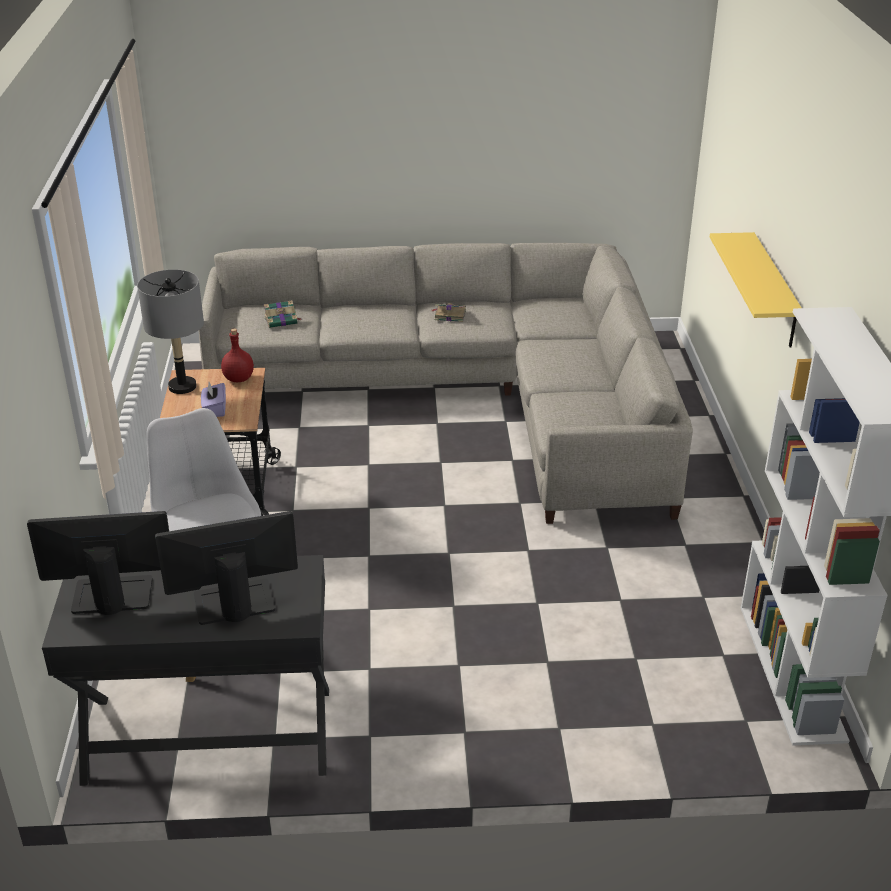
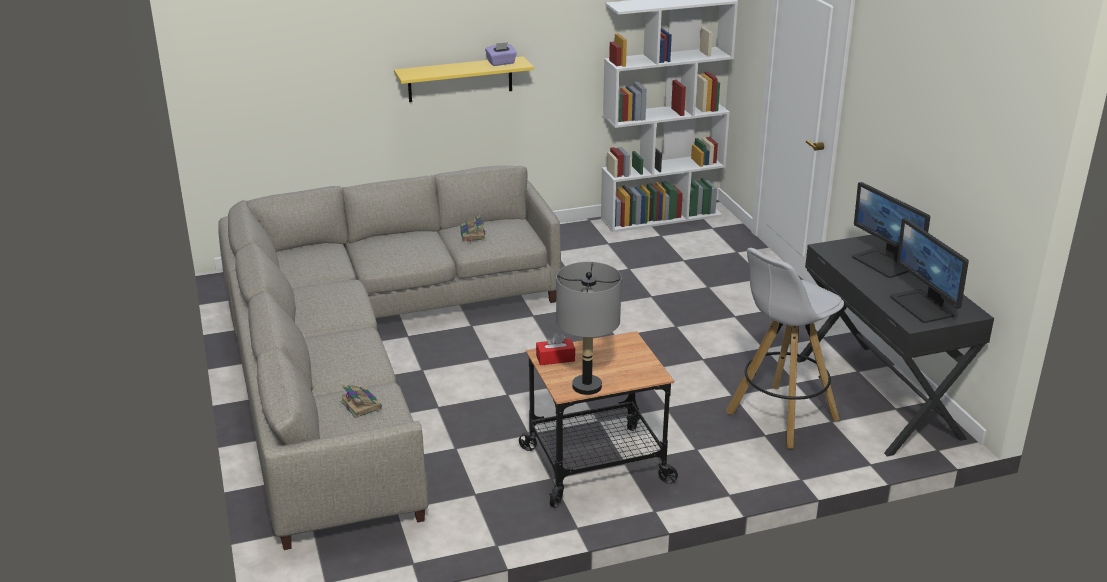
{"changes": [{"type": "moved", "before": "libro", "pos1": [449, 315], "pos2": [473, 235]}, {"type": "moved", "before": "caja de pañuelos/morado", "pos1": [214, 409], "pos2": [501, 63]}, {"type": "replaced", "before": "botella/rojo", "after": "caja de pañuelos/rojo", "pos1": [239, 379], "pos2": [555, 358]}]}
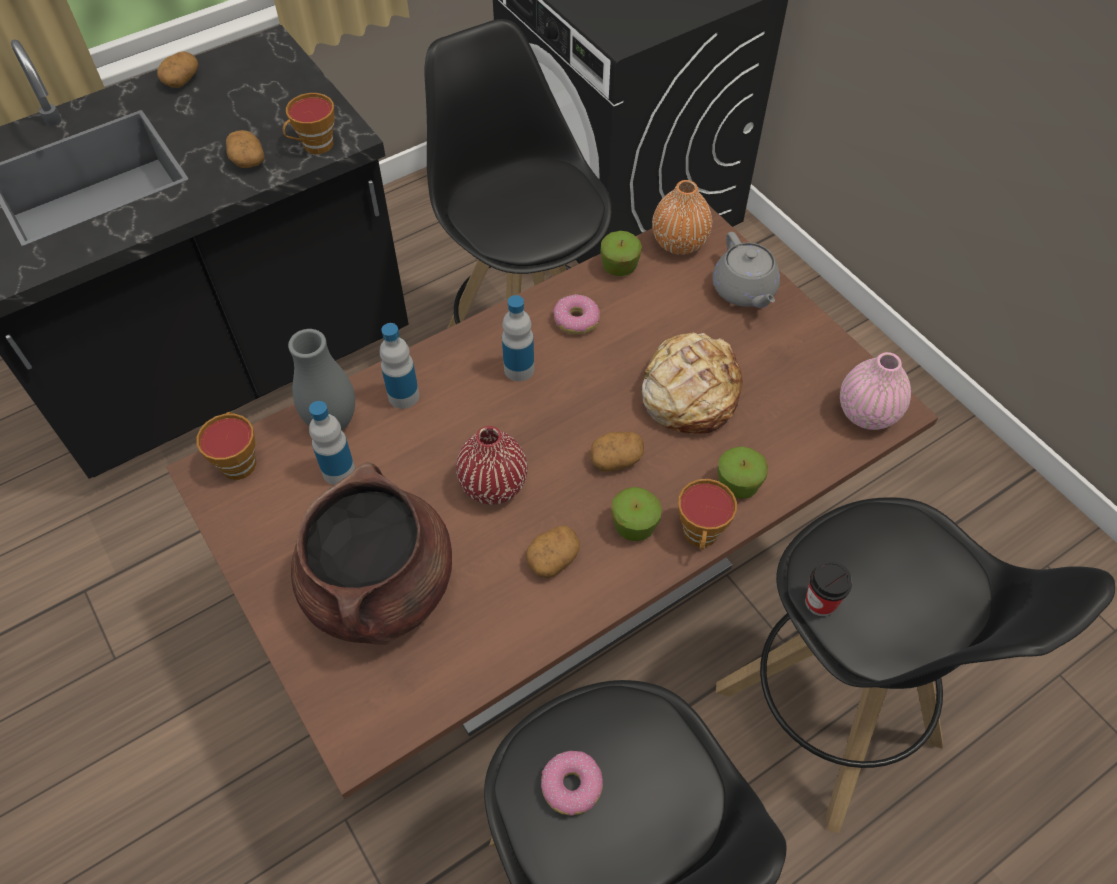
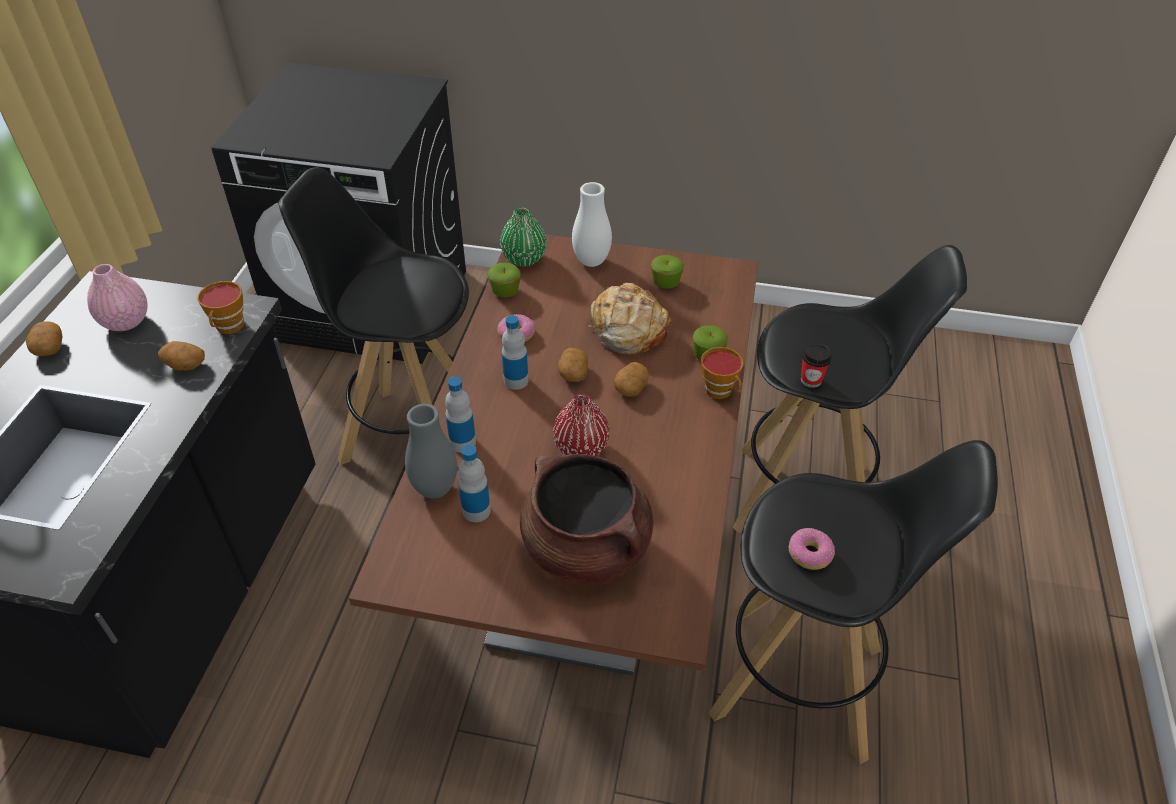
{"changes": [{"type": "moved", "before": "florero/rosa", "pos1": [867, 413], "pos2": [126, 322]}, {"type": "recoloured", "before": "florero/naranja", "after": "florero/verde", "pos1": [679, 243], "pos2": [524, 259]}, {"type": "moved", "before": "patata", "pos1": [553, 558], "pos2": [573, 373]}, {"type": "replaced", "before": "tetera/gris", "after": "florero/blanco", "pos1": [744, 291], "pos2": [591, 261]}, {"type": "moved", "before": "manzana", "pos1": [634, 526], "pos2": [665, 283]}, {"type": "removed", "before": "taza", "pos1": [238, 461]}]}
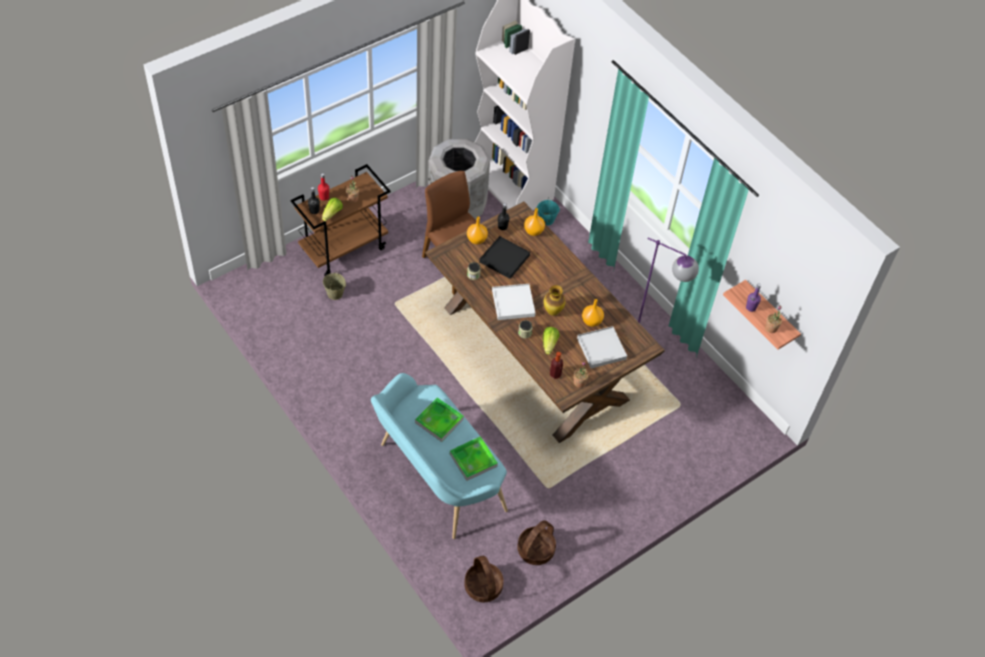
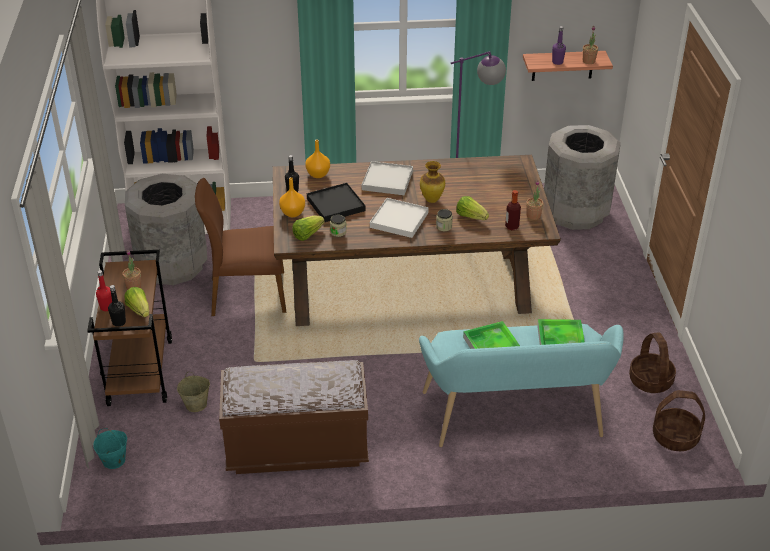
{"changes": [{"type": "moved", "before": "cubo/turquesa", "pos1": [546, 220], "pos2": [113, 461]}, {"type": "added", "after": "banco/marrón", "pos2": [297, 448]}, {"type": "added", "after": "lechuga", "pos2": [307, 234]}, {"type": "moved", "before": "bandeja/blanco", "pos1": [601, 349], "pos2": [387, 180]}, {"type": "added", "after": "papelera/gris", "pos2": [576, 212]}, {"type": "removed", "before": "florero/naranja", "pos1": [591, 322]}]}
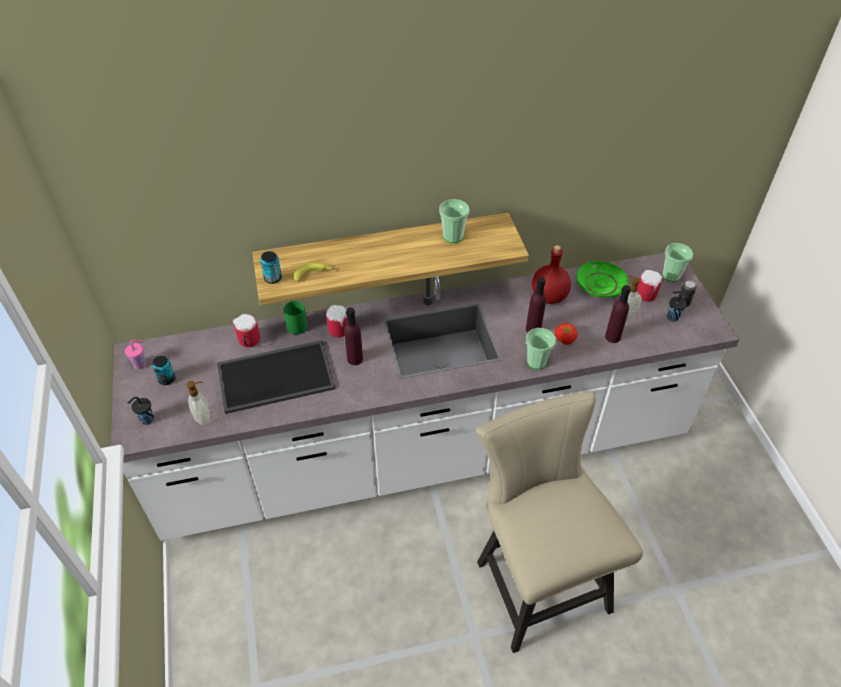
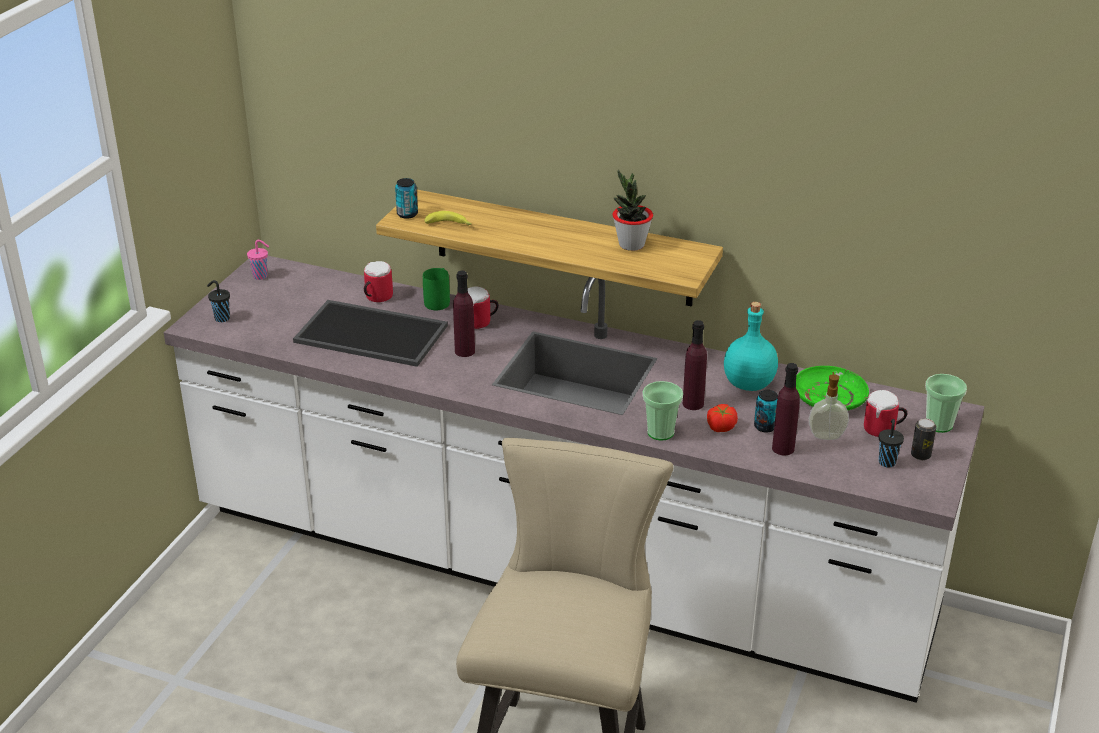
{"changes": [{"type": "replaced", "before": "taza", "after": "planta en maceta", "pos1": [453, 236], "pos2": [631, 244]}, {"type": "recoloured", "before": "botella/rojo", "after": "botella/turquesa", "pos1": [548, 297], "pos2": [748, 383]}, {"type": "moved", "before": "lata", "pos1": [167, 379], "pos2": [765, 426]}, {"type": "removed", "before": "dispensador de jabón", "pos1": [203, 417]}]}
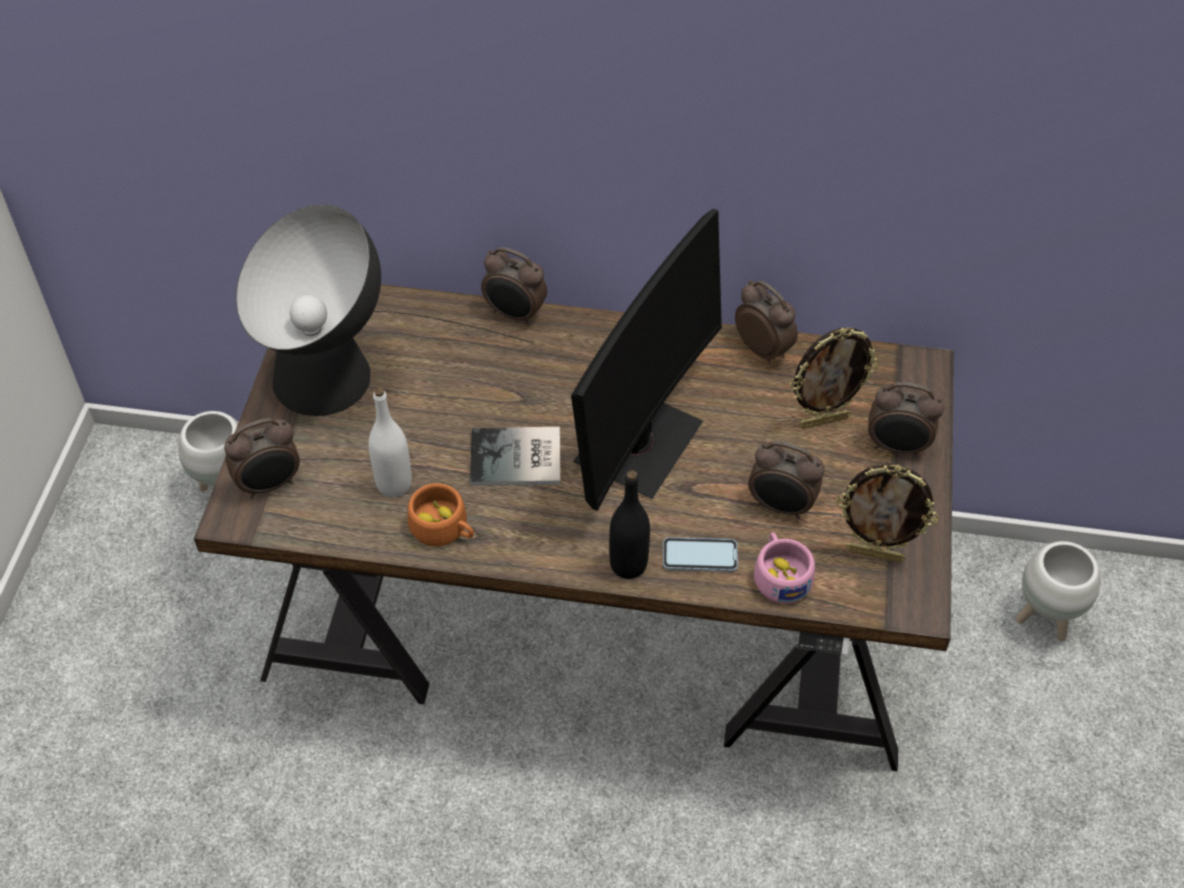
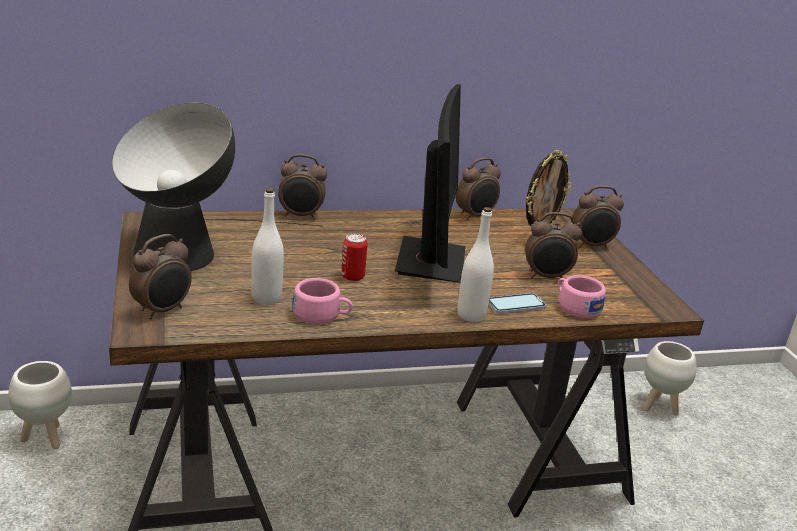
{"changes": [{"type": "recoloured", "before": "taza/naranja", "after": "taza/rosa", "pos1": [444, 529], "pos2": [322, 315]}, {"type": "replaced", "before": "libro", "after": "lata", "pos1": [518, 460], "pos2": [352, 277]}, {"type": "turned", "before": "despertador", "pos1": [763, 349], "pos2": [475, 216], "turn": 120}, {"type": "recoloured", "before": "botella/negro", "after": "botella/blanco", "pos1": [628, 565], "pos2": [471, 315]}, {"type": "removed", "before": "portarretratos", "pos1": [875, 553]}]}
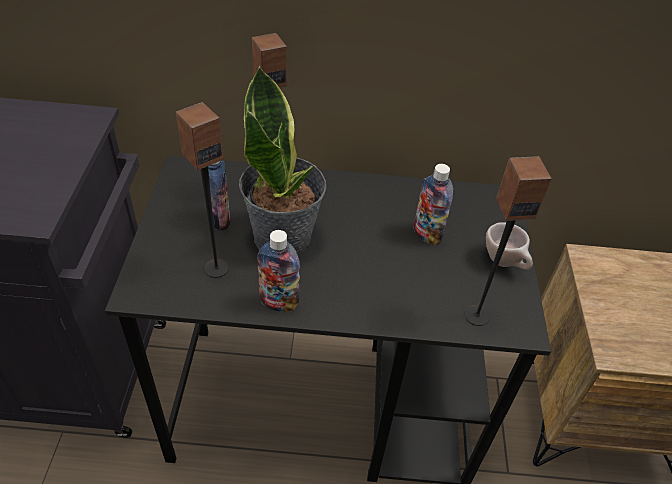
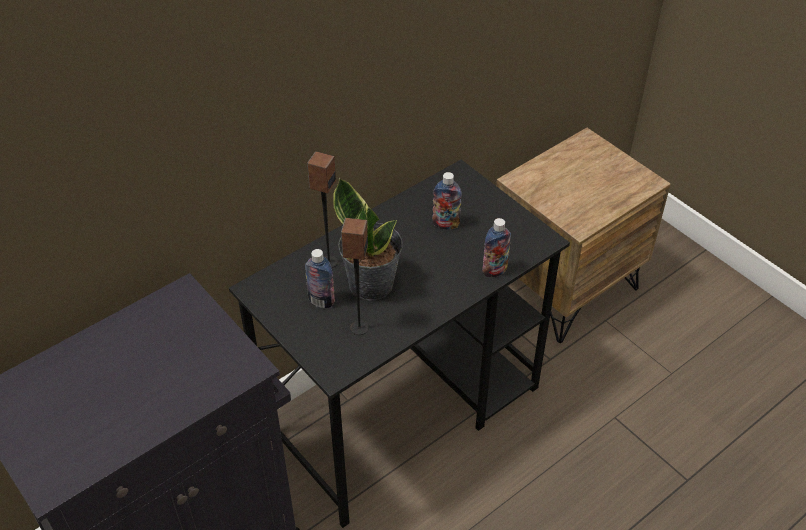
{"changes": [{"type": "moved", "before": "botella", "pos1": [279, 302], "pos2": [494, 270]}, {"type": "removed", "before": "altavoz", "pos1": [476, 315]}, {"type": "removed", "before": "taza/beis", "pos1": [505, 263]}]}
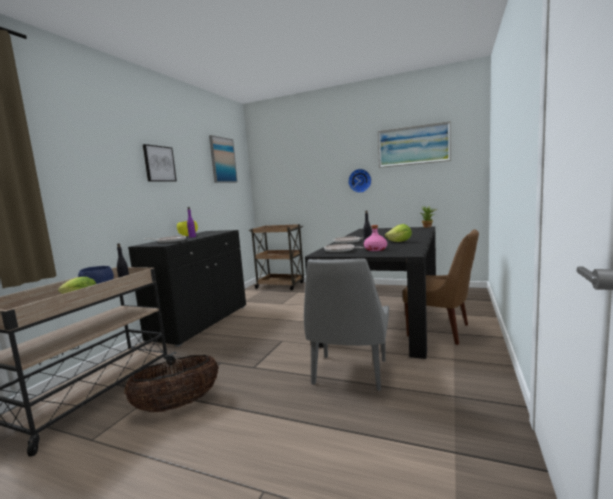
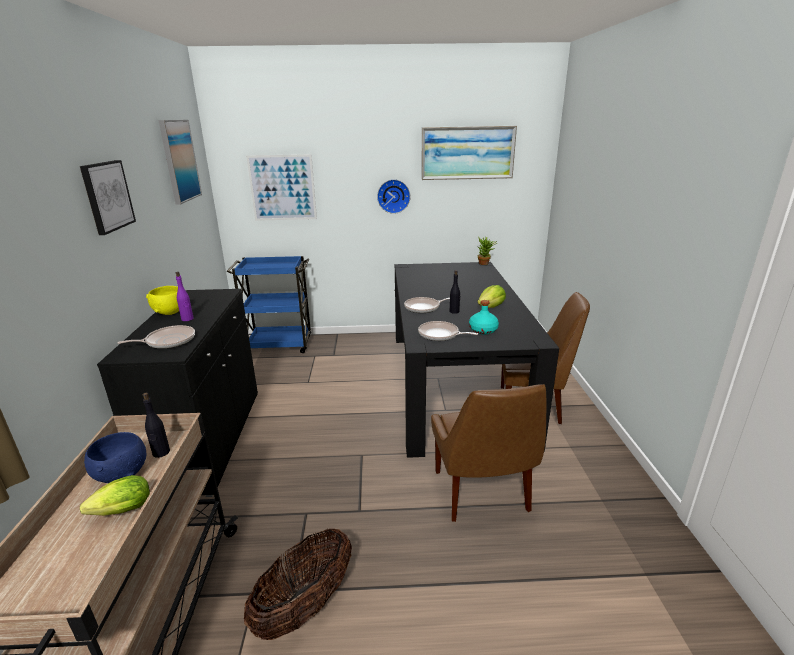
{"changes": [{"type": "recoloured", "before": "carrito/marrón", "after": "carrito/azul", "pos1": [281, 285], "pos2": [280, 345]}, {"type": "added", "after": "cuadro", "pos2": [282, 188]}, {"type": "recoloured", "before": "silla/gris", "after": "silla/marrón", "pos1": [349, 374], "pos2": [482, 493]}, {"type": "recoloured", "before": "botella/rosa", "after": "botella/turquesa", "pos1": [375, 249], "pos2": [483, 330]}]}
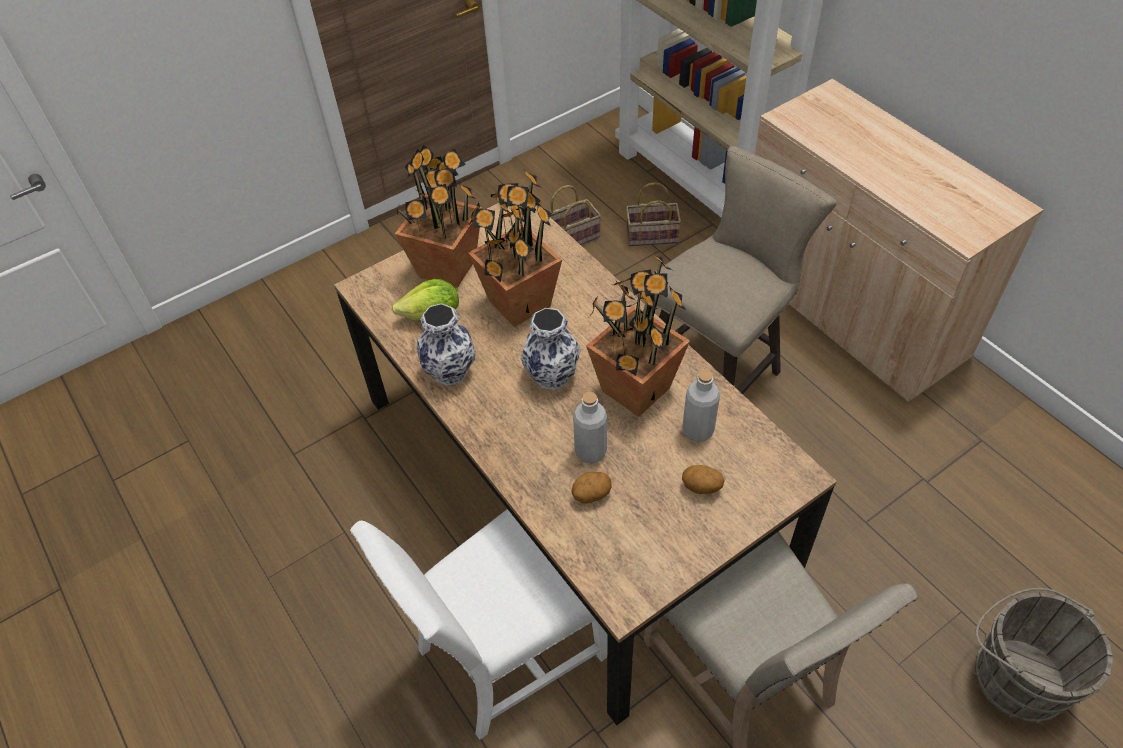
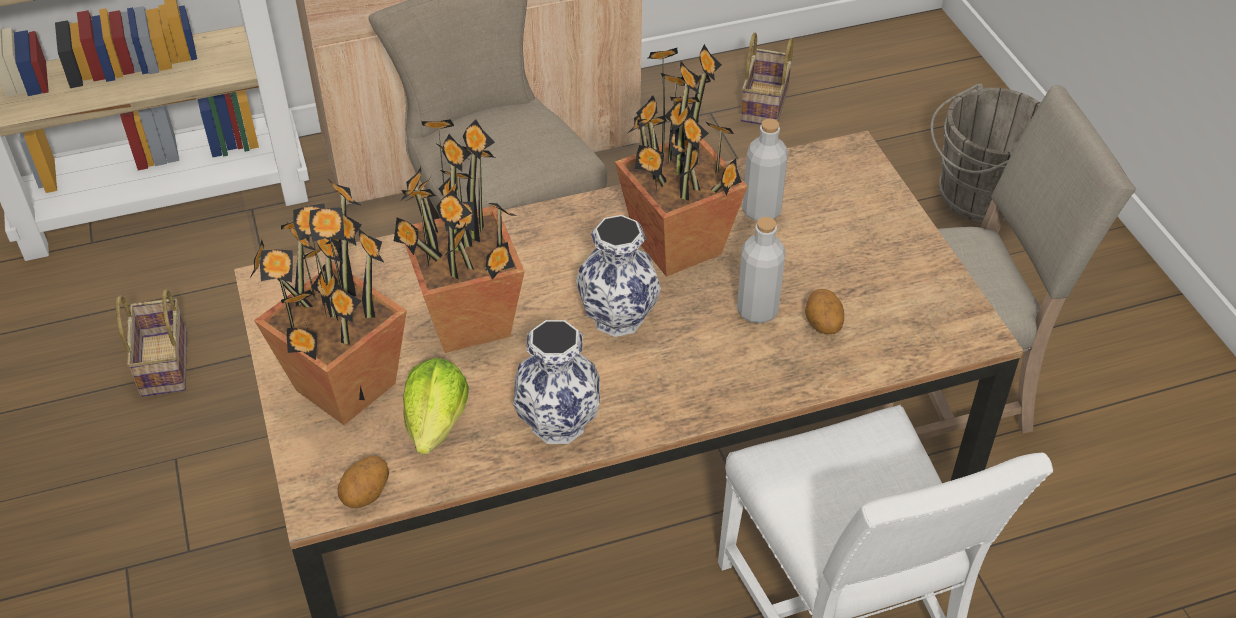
{"changes": [{"type": "moved", "before": "patata", "pos1": [701, 487], "pos2": [366, 495]}, {"type": "moved", "before": "cesta", "pos1": [650, 236], "pos2": [765, 105]}]}
